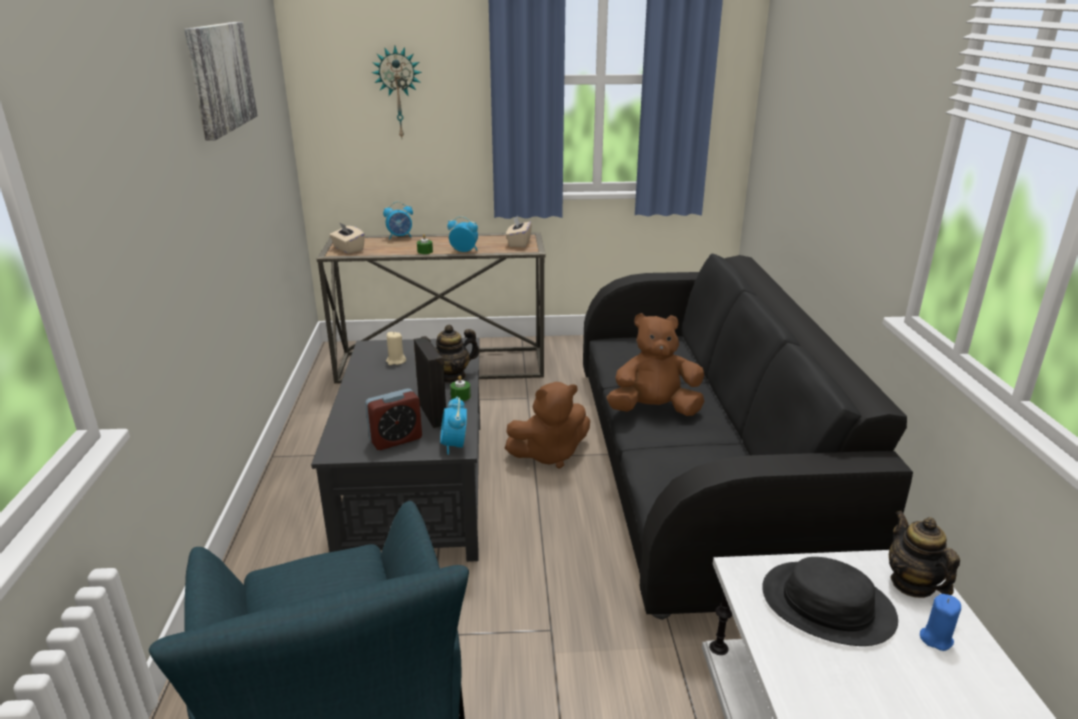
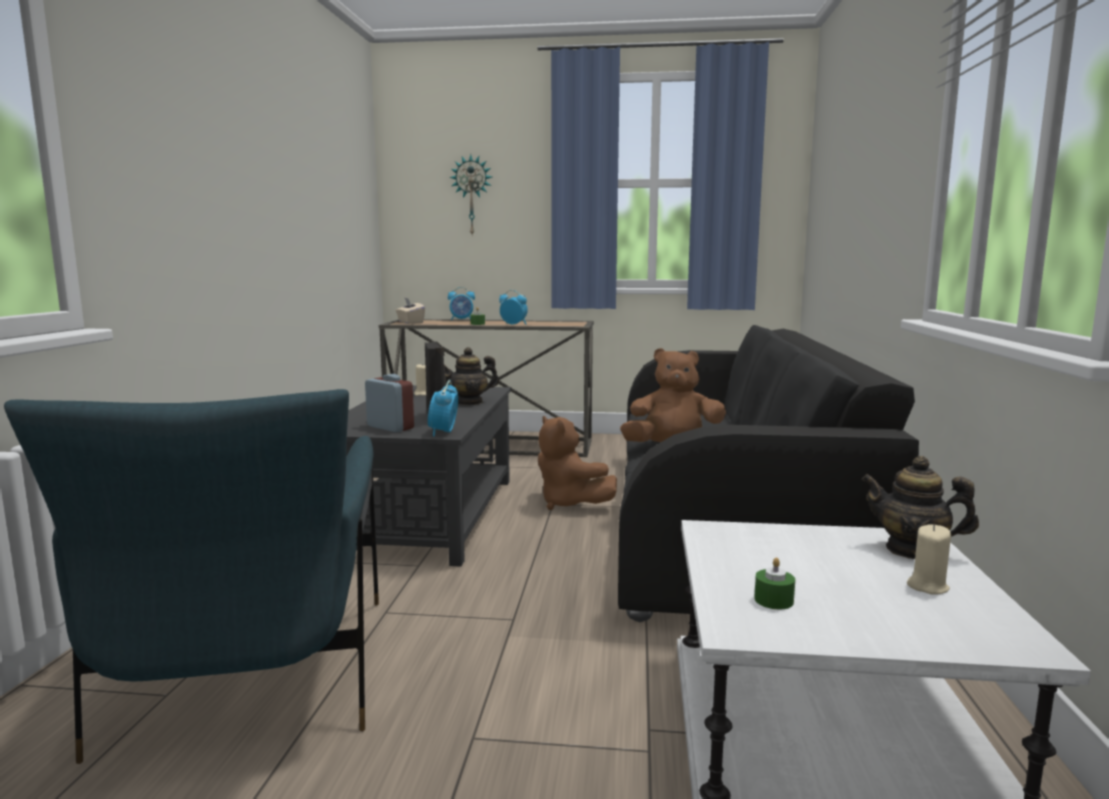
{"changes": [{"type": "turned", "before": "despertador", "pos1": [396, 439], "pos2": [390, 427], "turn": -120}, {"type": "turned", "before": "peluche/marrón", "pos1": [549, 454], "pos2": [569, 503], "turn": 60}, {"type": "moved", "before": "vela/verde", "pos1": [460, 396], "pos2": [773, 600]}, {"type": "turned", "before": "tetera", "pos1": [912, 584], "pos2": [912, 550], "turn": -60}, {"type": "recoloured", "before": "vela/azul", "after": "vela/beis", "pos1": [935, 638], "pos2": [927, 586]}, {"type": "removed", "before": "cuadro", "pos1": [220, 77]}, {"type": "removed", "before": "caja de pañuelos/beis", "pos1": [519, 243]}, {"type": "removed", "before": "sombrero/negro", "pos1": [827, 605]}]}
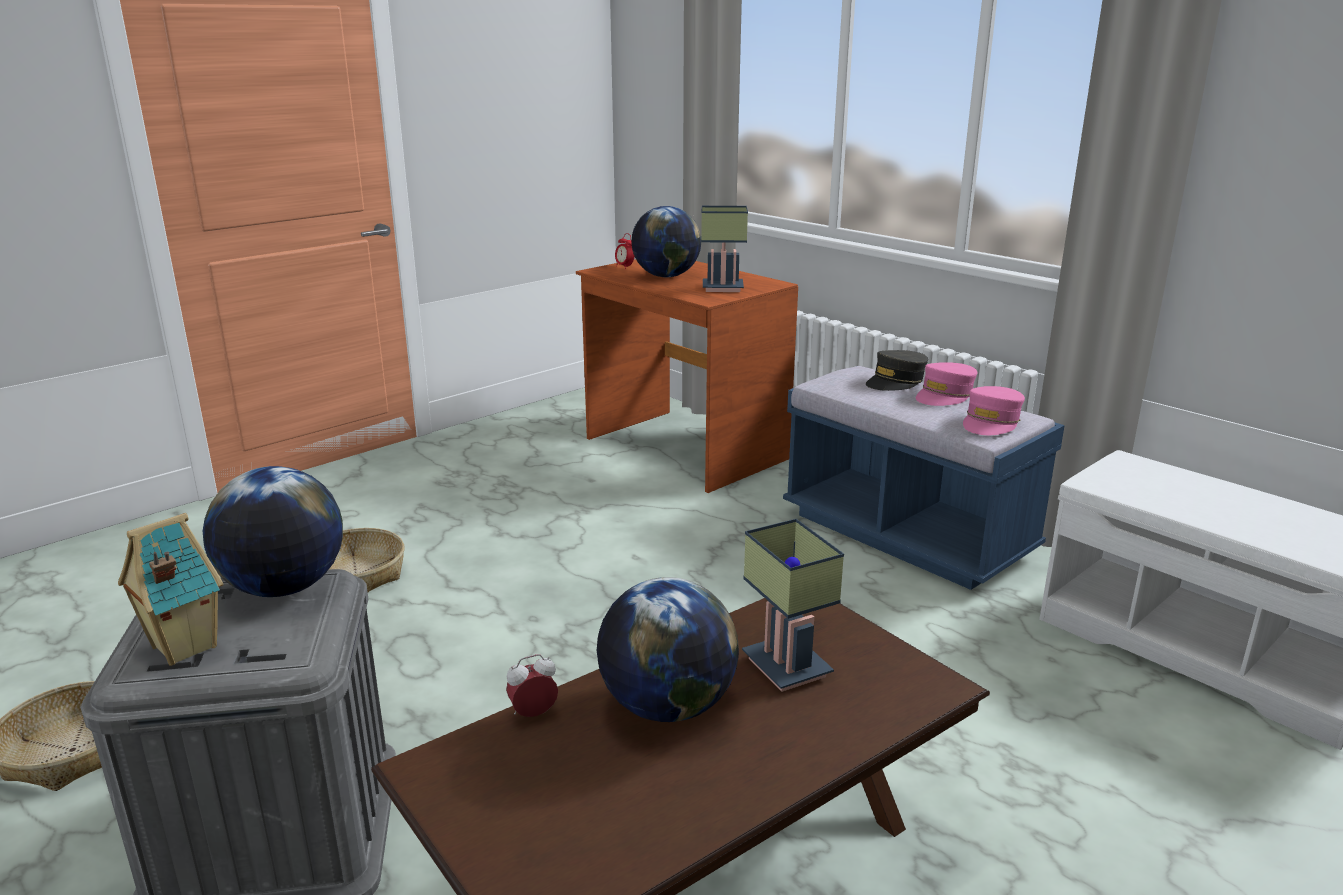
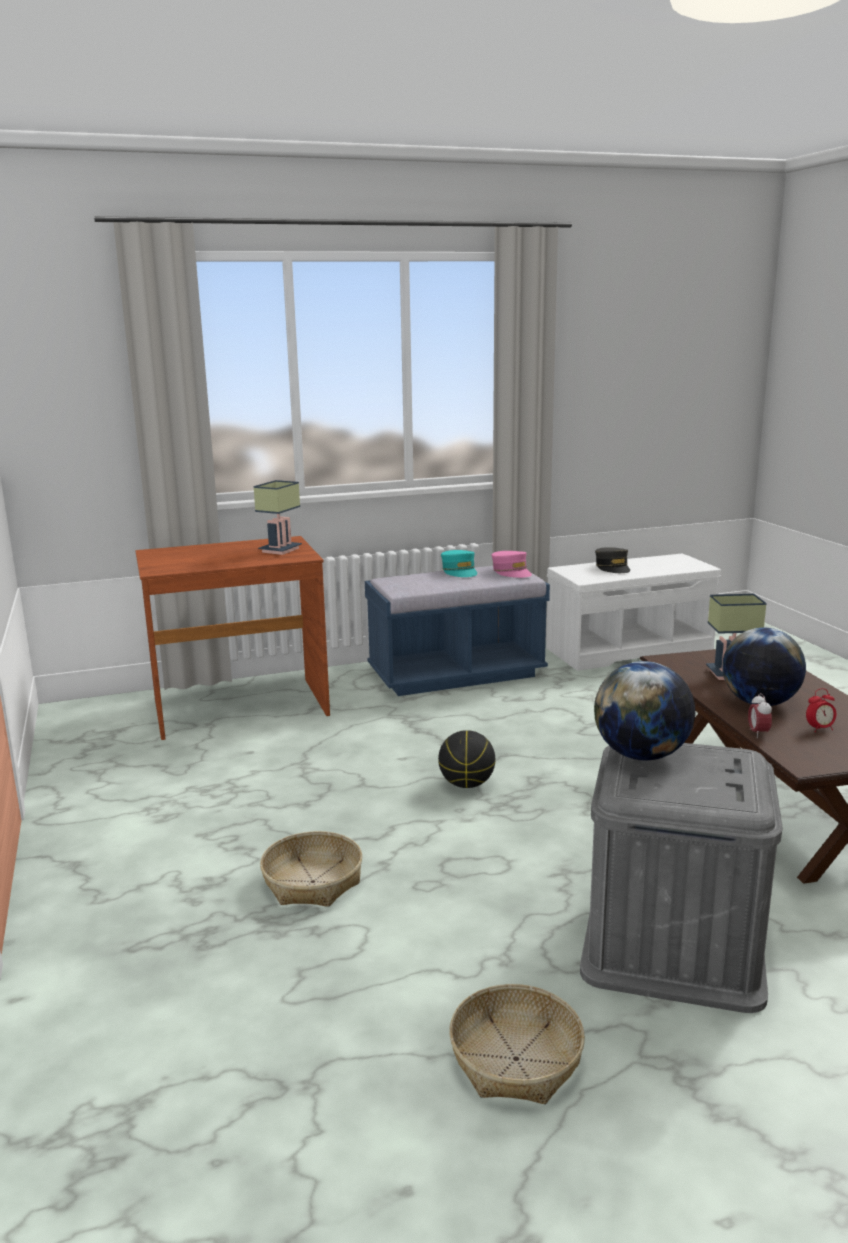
{"changes": [{"type": "added", "after": "balón de baloncesto", "pos2": [467, 784]}, {"type": "recoloured", "before": "gorra/rosa", "after": "gorra/turquesa", "pos1": [944, 395], "pos2": [459, 571]}, {"type": "moved", "before": "gorra/gris", "pos1": [895, 381], "pos2": [613, 567]}, {"type": "moved", "before": "despertador", "pos1": [625, 267], "pos2": [819, 729]}, {"type": "removed", "before": "casita", "pos1": [182, 647]}, {"type": "removed", "before": "globo terráqueo", "pos1": [666, 276]}]}
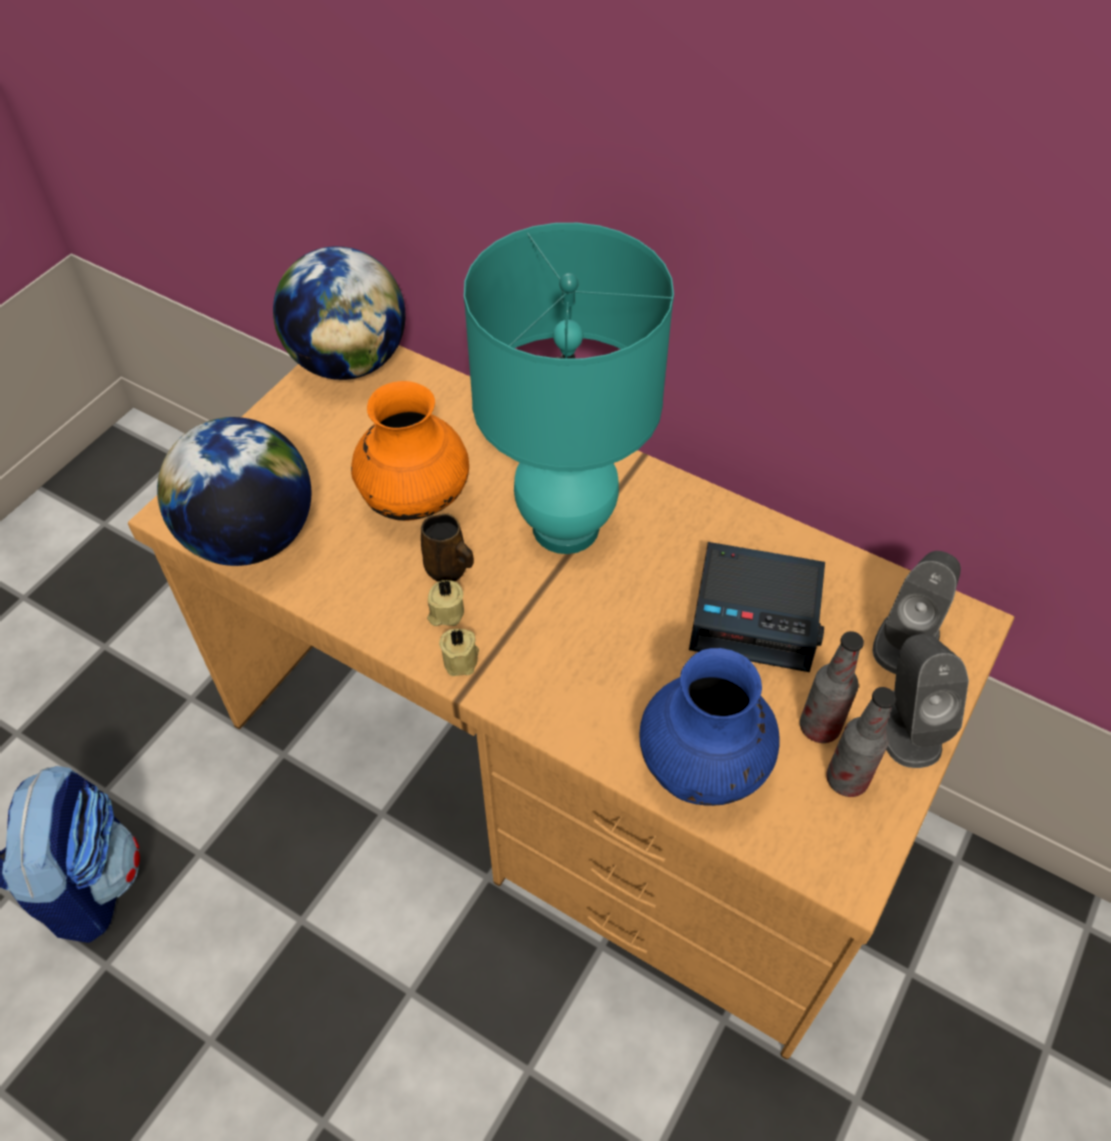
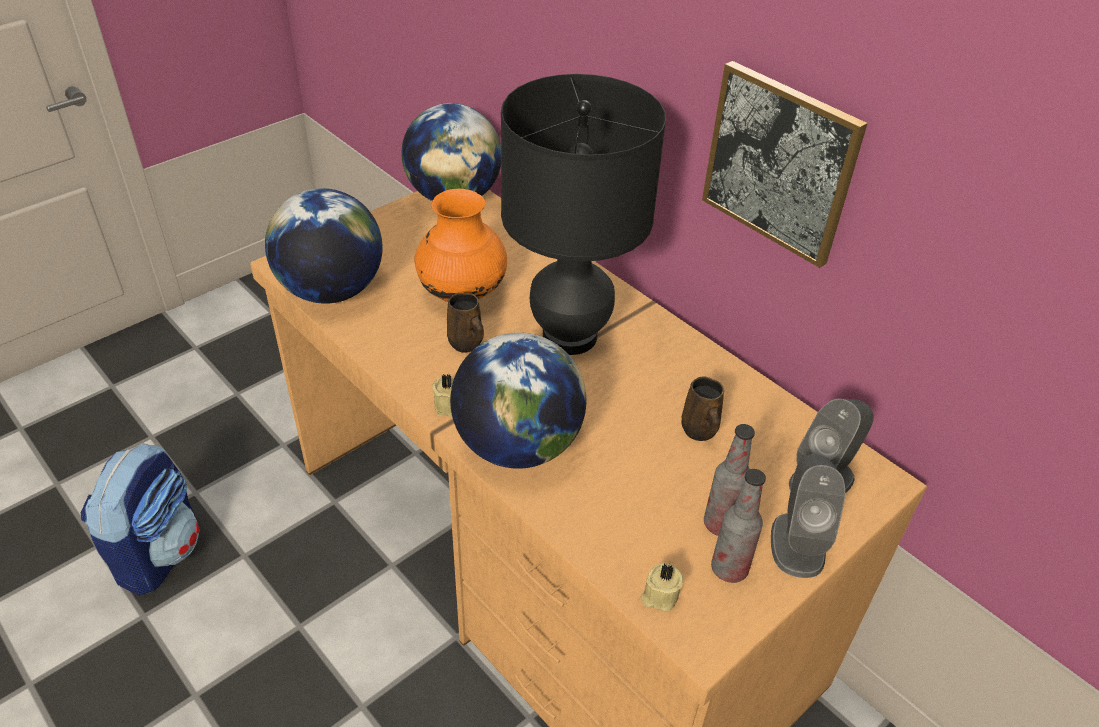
{"changes": [{"type": "added", "after": "globo terráqueo", "pos2": [518, 445]}, {"type": "recoloured", "before": "lámpara de mesa/turquesa", "after": "lámpara de mesa/negro", "pos1": [565, 528], "pos2": [569, 336]}, {"type": "moved", "before": "vela/beis", "pos1": [445, 613], "pos2": [659, 596]}, {"type": "replaced", "before": "despertador", "after": "taza grande/marrón", "pos1": [756, 615], "pos2": [699, 431]}, {"type": "added", "after": "cuadro", "pos2": [780, 163]}, {"type": "removed", "before": "florero/azul", "pos1": [702, 767]}]}
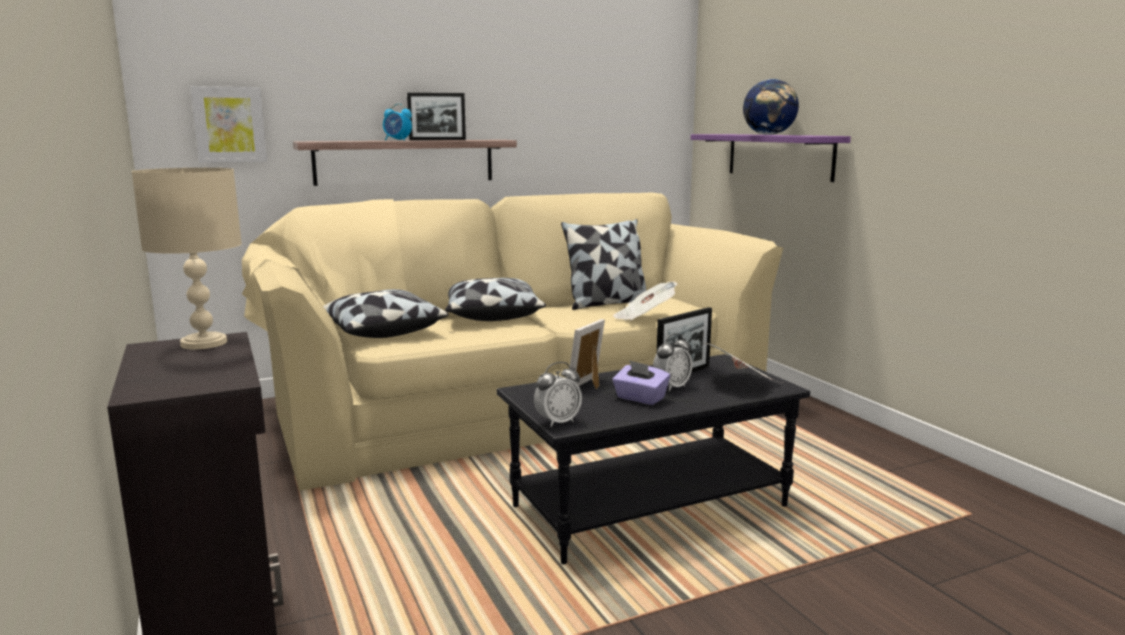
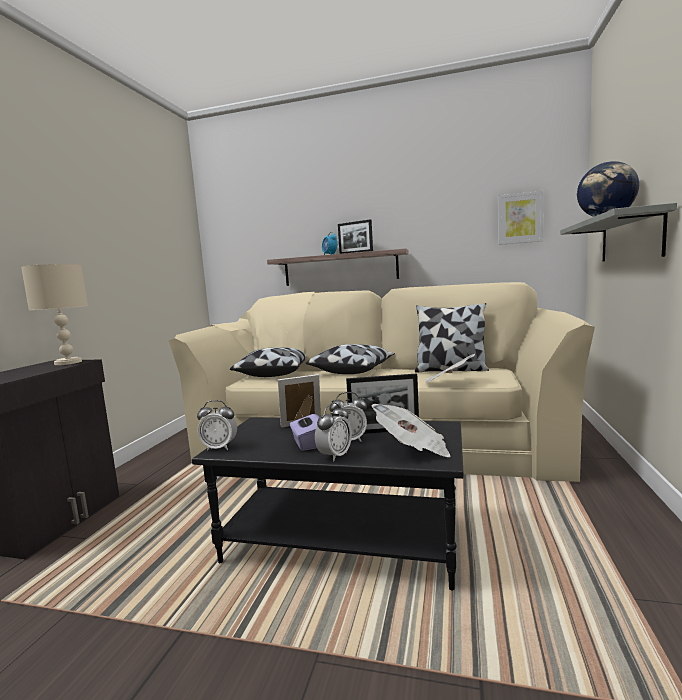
{"changes": [{"type": "added", "after": "despertador", "pos2": [335, 456]}, {"type": "moved", "before": "cuadro", "pos1": [229, 124], "pos2": [519, 218]}, {"type": "recoloured", "before": "estante/morado", "after": "estante/gris", "pos1": [779, 156], "pos2": [630, 238]}]}
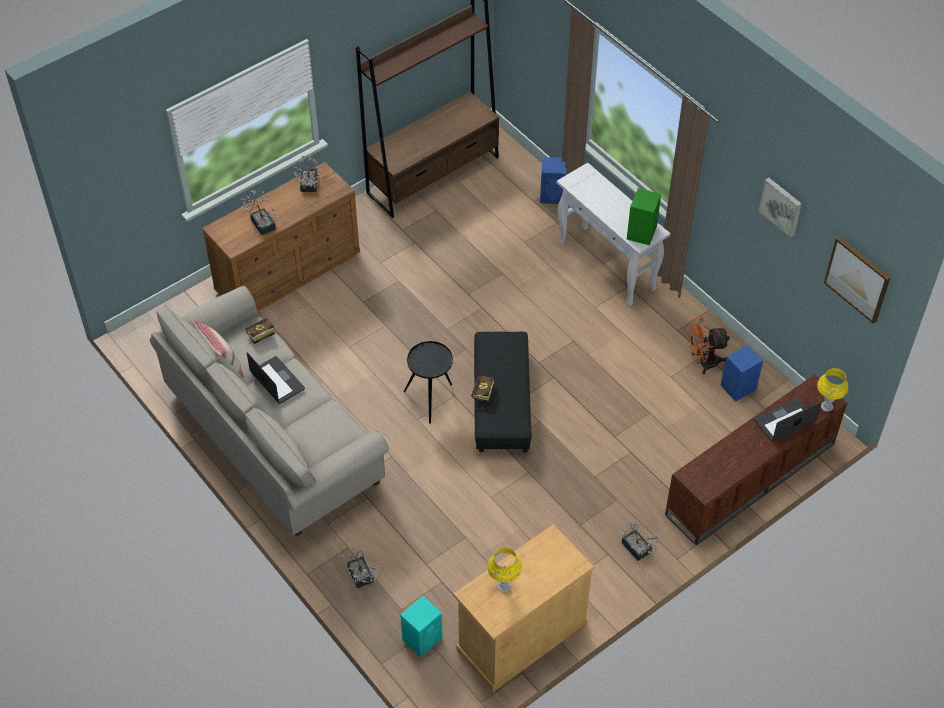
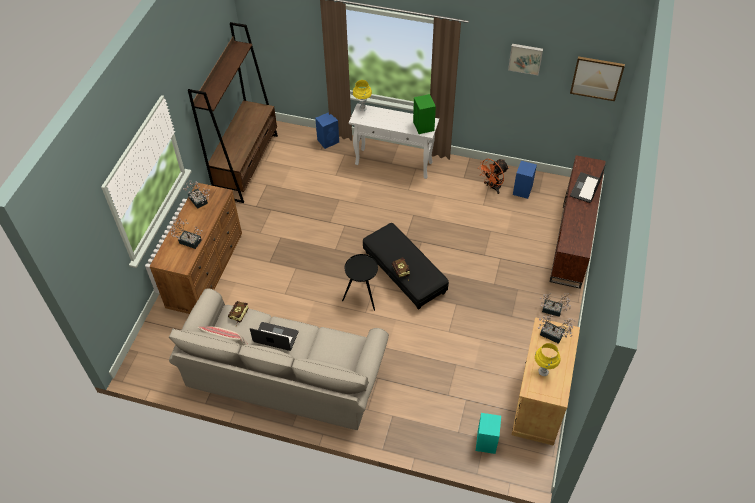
{"changes": [{"type": "moved", "before": "lámpara de mesa/amarillo", "pos1": [826, 406], "pos2": [362, 108]}, {"type": "moved", "before": "planta en maceta", "pos1": [361, 577], "pos2": [554, 335]}]}
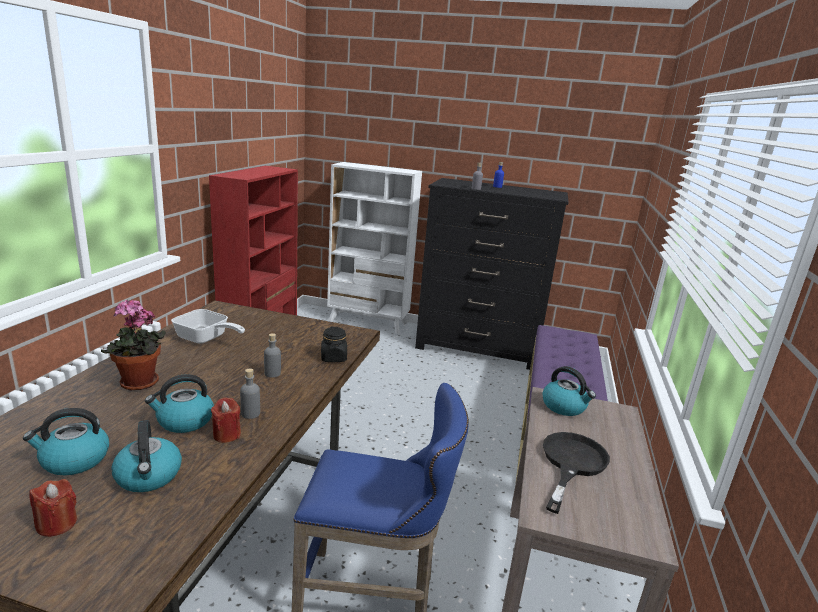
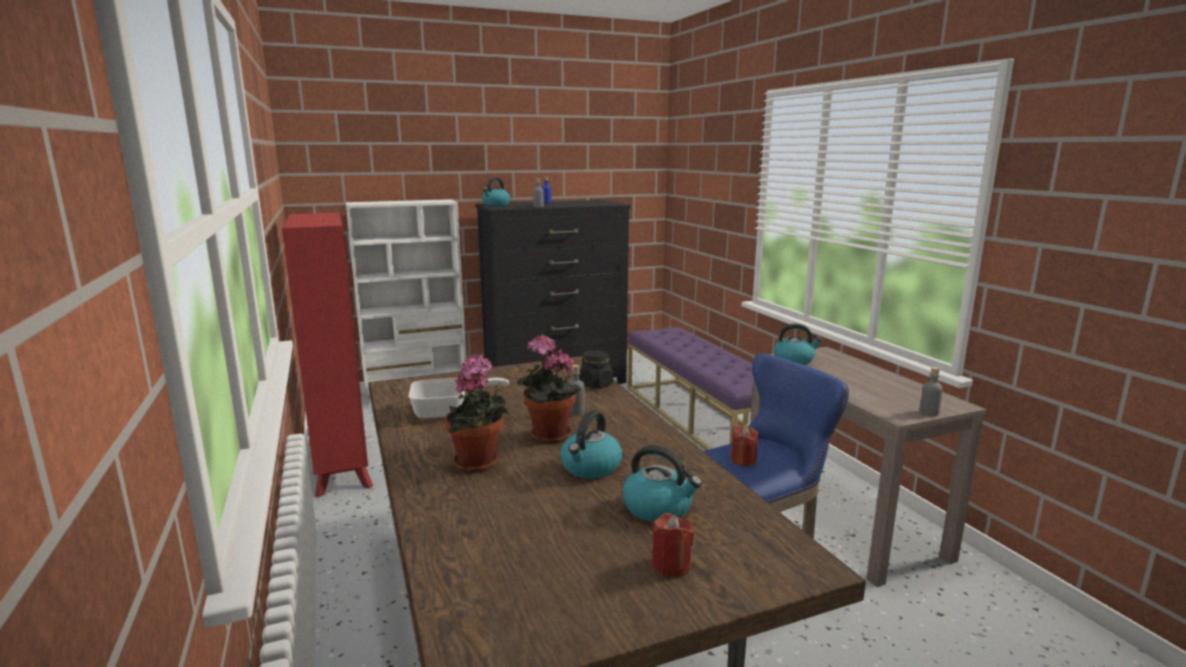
{"changes": [{"type": "moved", "before": "hervidor", "pos1": [74, 460], "pos2": [496, 205]}, {"type": "added", "after": "planta en maceta", "pos2": [547, 436]}, {"type": "moved", "before": "vela/rojo", "pos1": [227, 435], "pos2": [743, 460]}, {"type": "moved", "before": "botella/gris", "pos1": [250, 413], "pos2": [929, 412]}, {"type": "removed", "before": "sartén/negro", "pos1": [571, 464]}]}
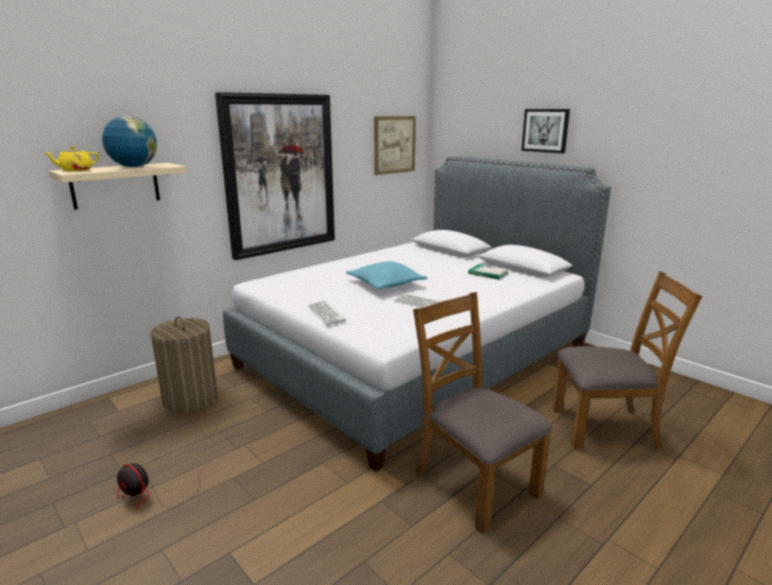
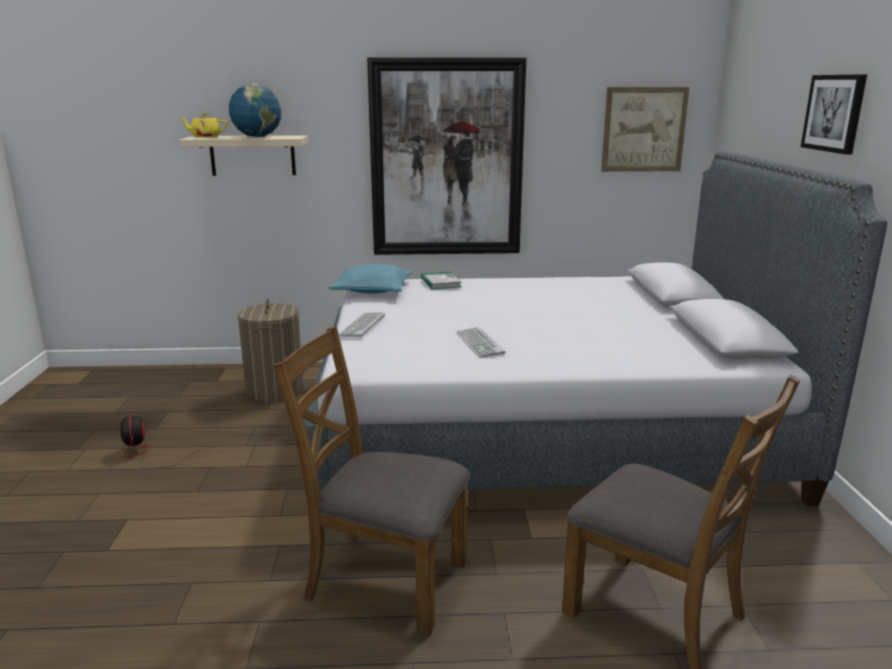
{"changes": [{"type": "turned", "before": "silla/marrón", "pos1": [474, 483], "pos2": [385, 579], "turn": -75}, {"type": "moved", "before": "cojín/turquesa", "pos1": [385, 284], "pos2": [372, 290]}, {"type": "moved", "before": "libro", "pos1": [488, 273], "pos2": [440, 282]}]}
